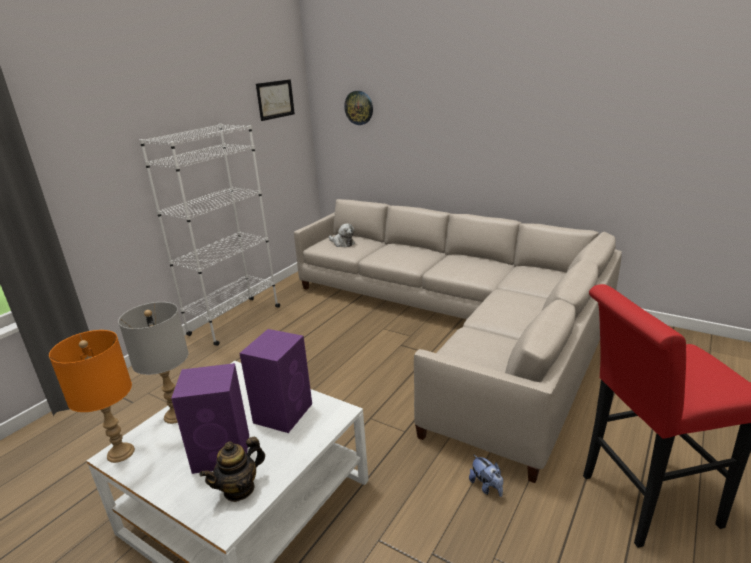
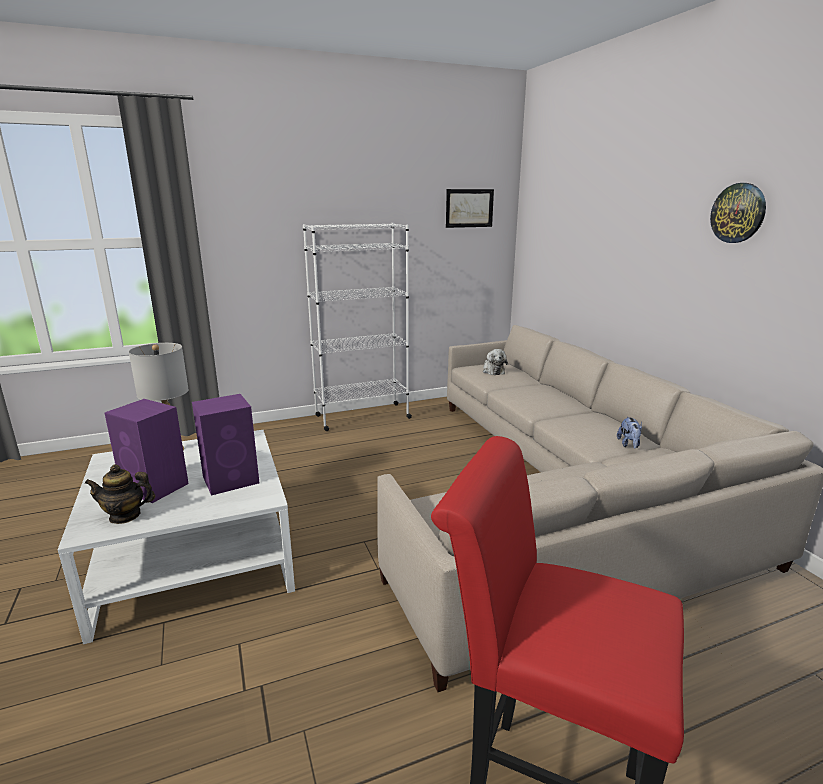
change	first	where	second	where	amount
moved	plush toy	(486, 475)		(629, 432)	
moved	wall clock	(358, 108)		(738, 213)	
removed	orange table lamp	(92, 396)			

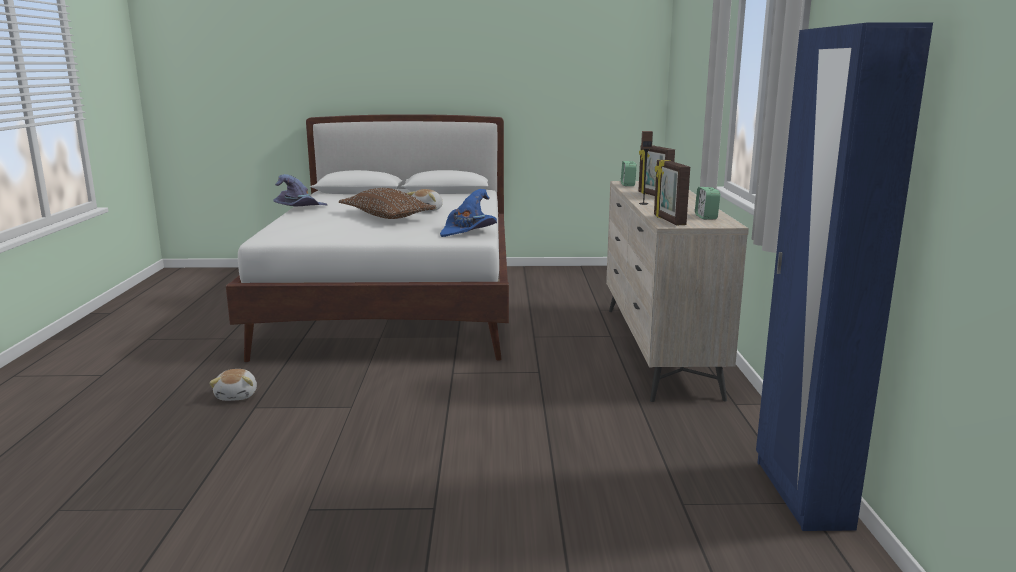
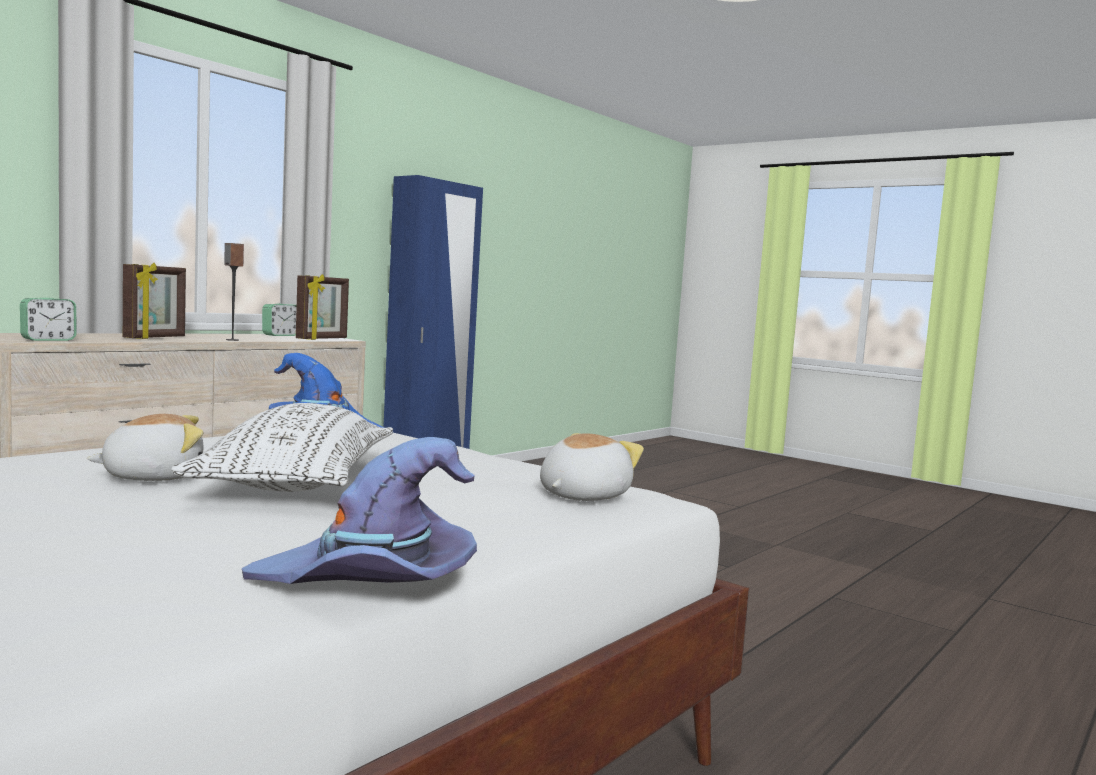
change	first	where	second	where	amount
recoloured	brown pillow	(388, 203)	white pillow	(282, 447)	
moved	plush toy	(233, 385)		(592, 467)	

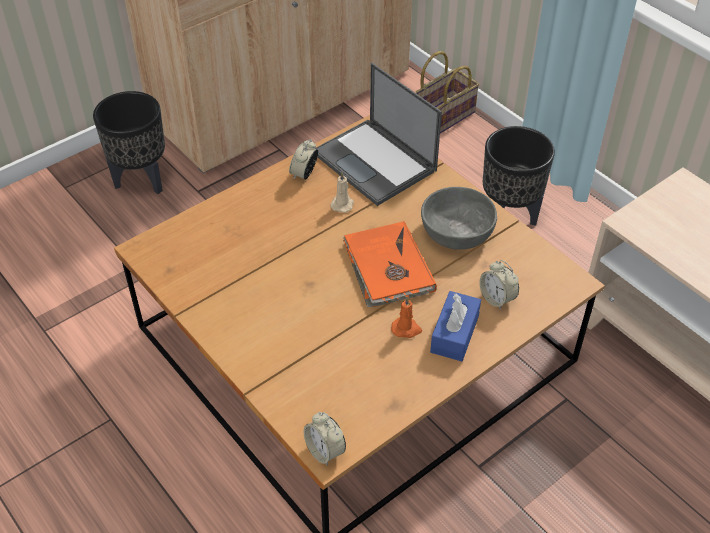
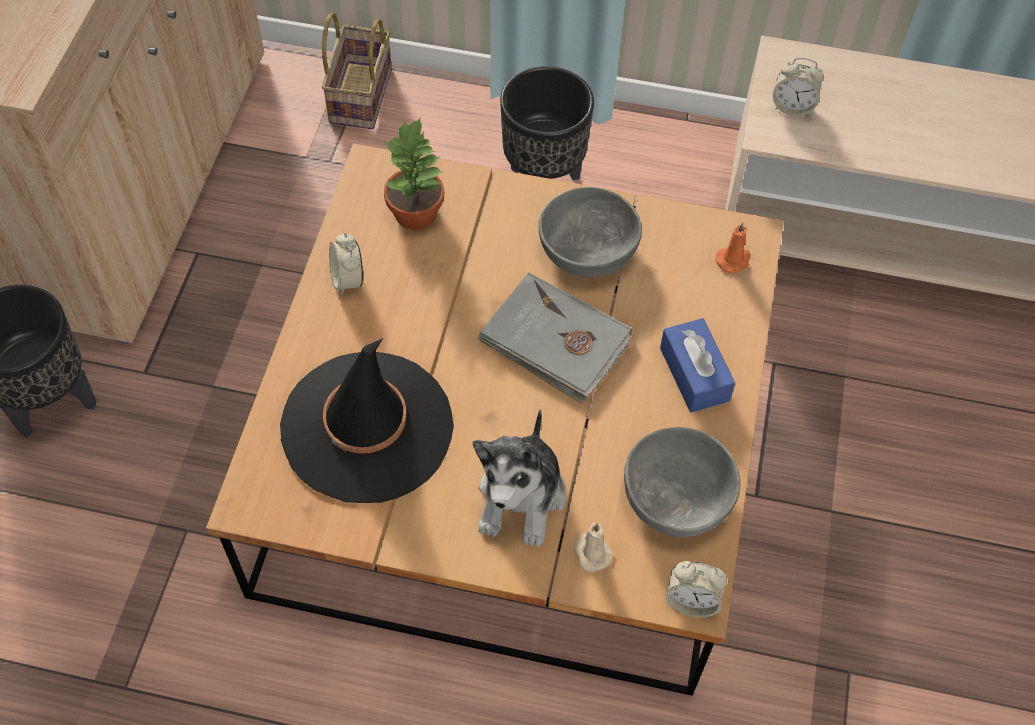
change	first	where	second	where	amount
added			black hat	(367, 420)	
replaced	laptop	(378, 134)	potted plant	(414, 174)	
added			plush toy	(519, 478)	
recoloured	orange book	(390, 264)	grey book	(555, 338)	
moved	beige candle	(342, 192)		(593, 547)	
added			grey bowl	(682, 482)	
moved	orange candle	(406, 317)		(733, 247)	
moved	alarm clock	(499, 285)		(798, 87)	

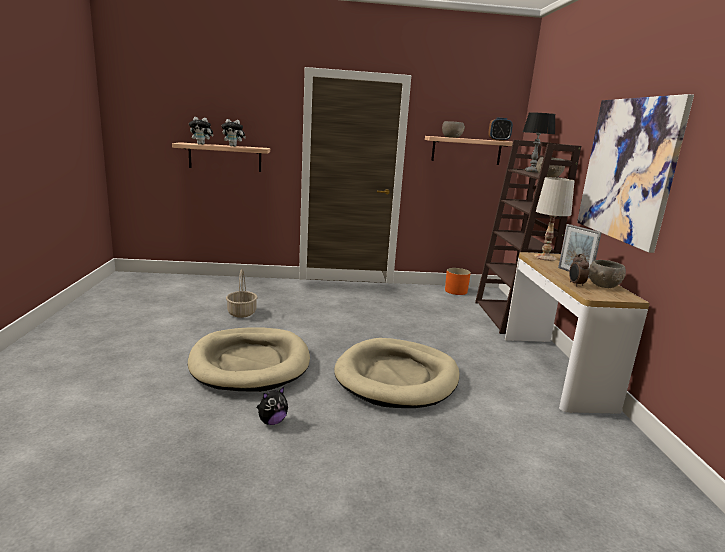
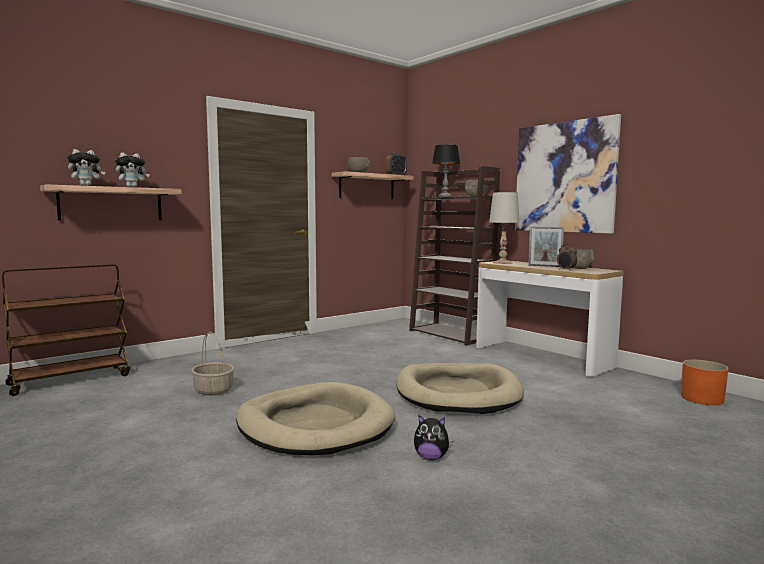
change	first	where	second	where	amount
added			brown cart	(66, 330)	
turned	plush toy	(272, 406)		(433, 437)	90 degrees clockwise
moved	orange planter	(458, 281)		(704, 382)	

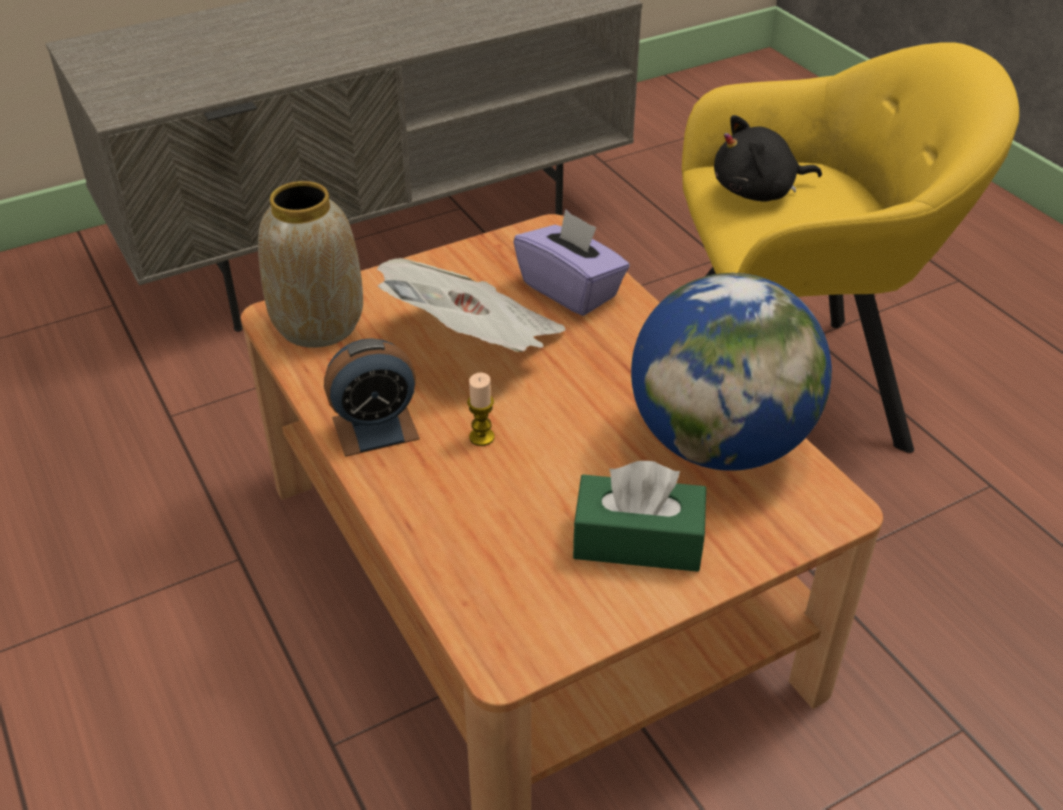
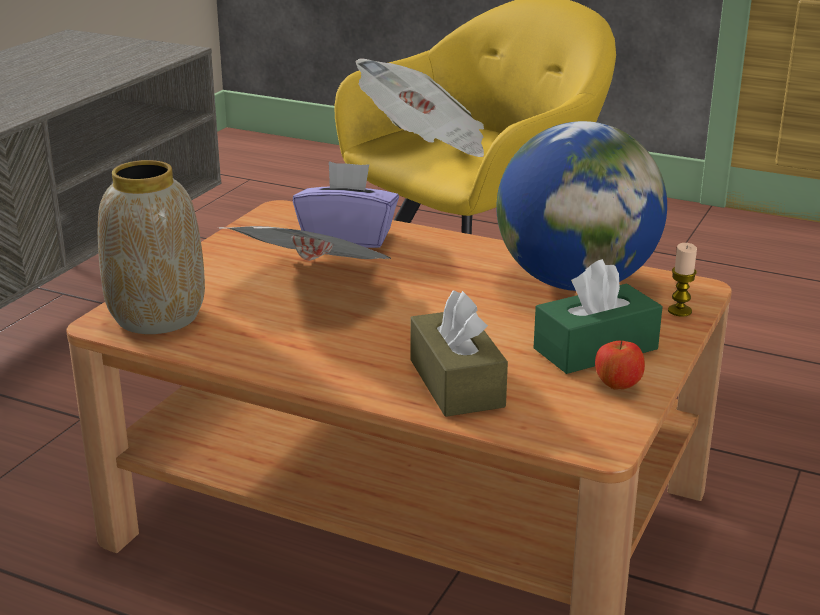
change	first	where	second	where	amount
replaced	black plush toy	(768, 158)	newspaper	(419, 107)	
added			brown tissue box	(459, 353)	
added			apple	(620, 365)	
moved	candle	(481, 409)		(682, 280)	
removed	alarm clock	(372, 397)			

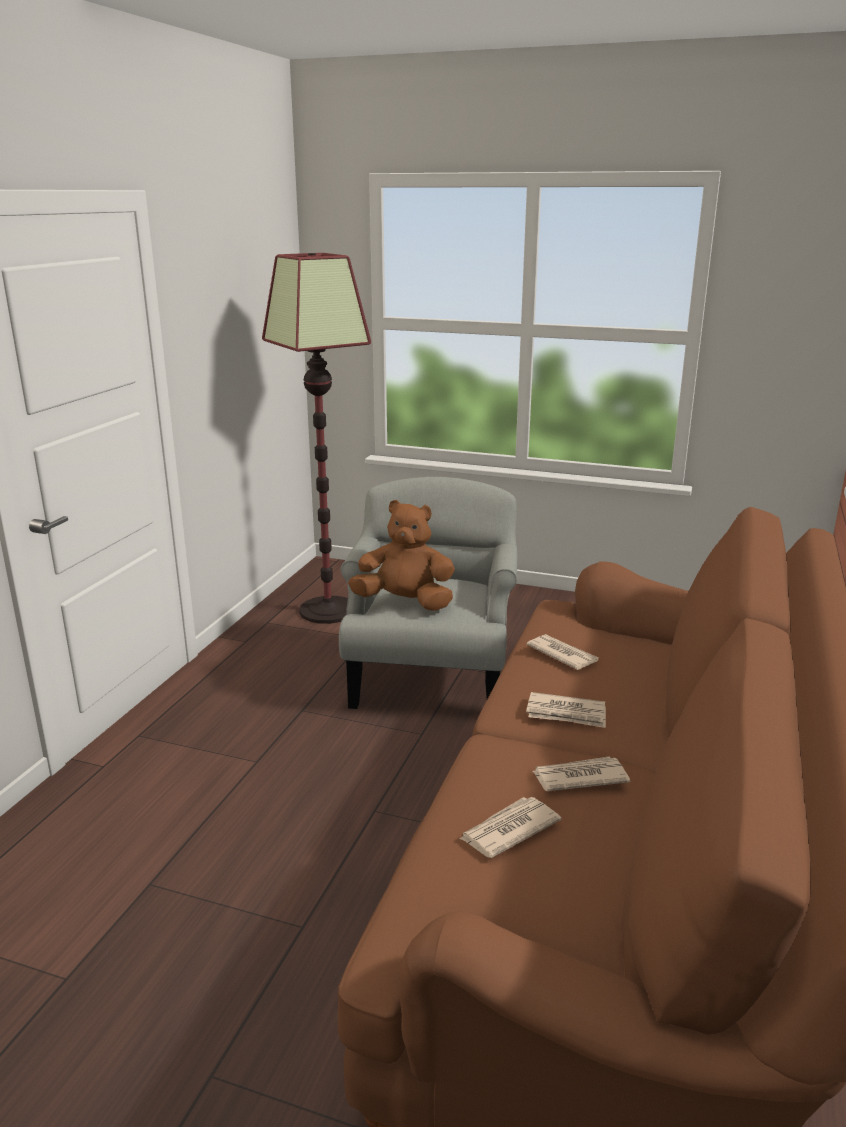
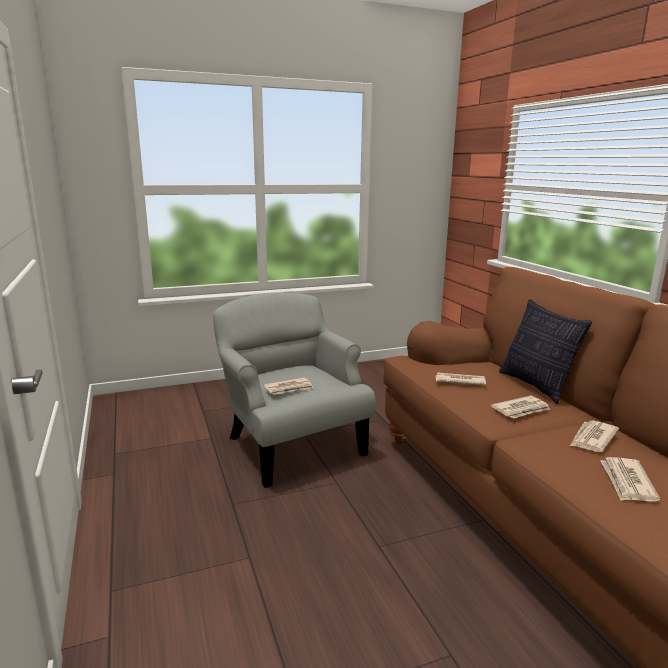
change	first	where	second	where	amount
replaced	brown plush toy	(401, 555)	newspaper	(289, 386)	
added			pillow	(545, 351)	
removed	floor lamp	(316, 438)			

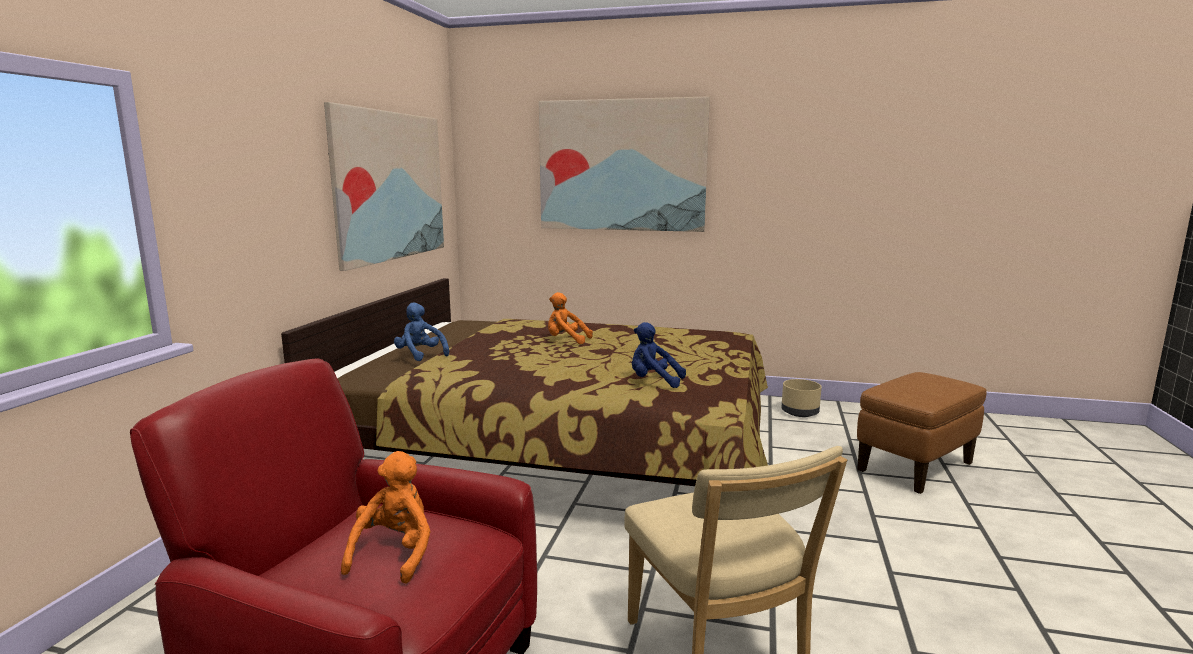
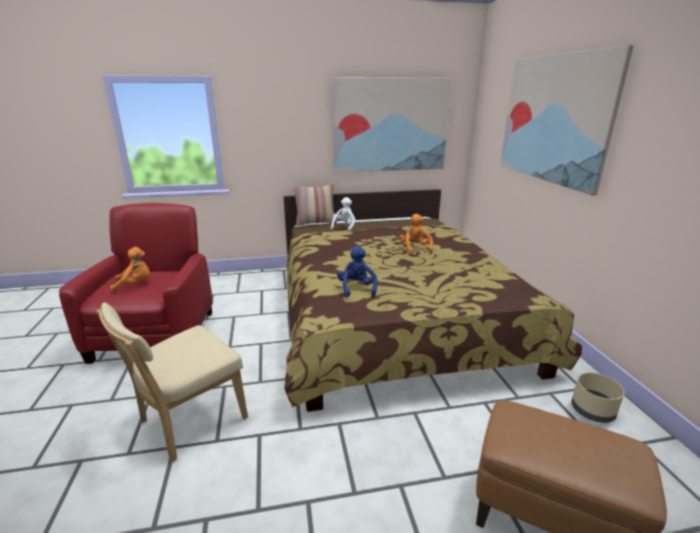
change	first	where	second	where	amount
added			pillow	(315, 205)	
recoloured	blue plush toy	(421, 331)	white plush toy	(343, 215)	

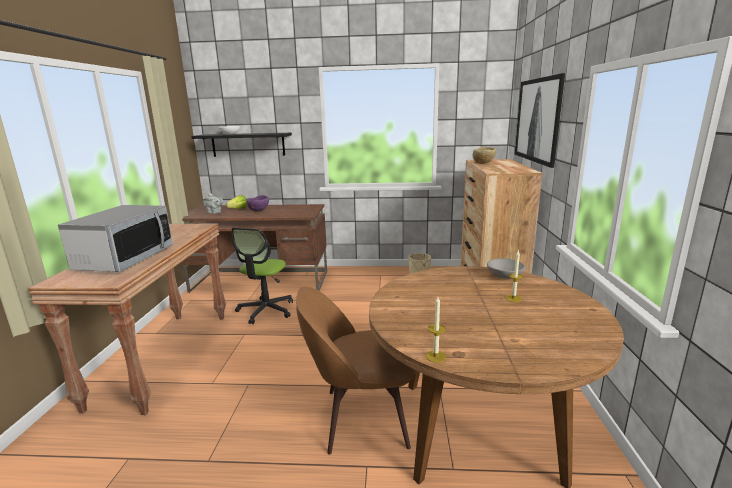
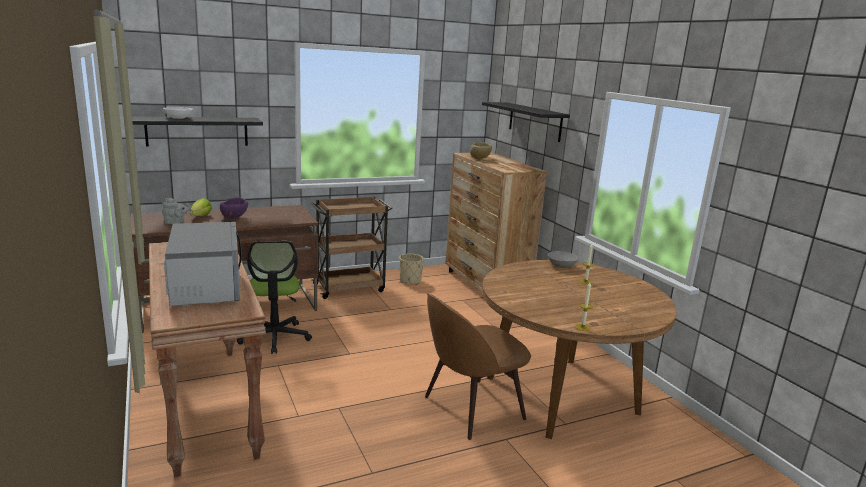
change	first	where	second	where	amount
added			brown cart	(352, 248)	
replaced	picture	(540, 120)	black shelf	(526, 122)	

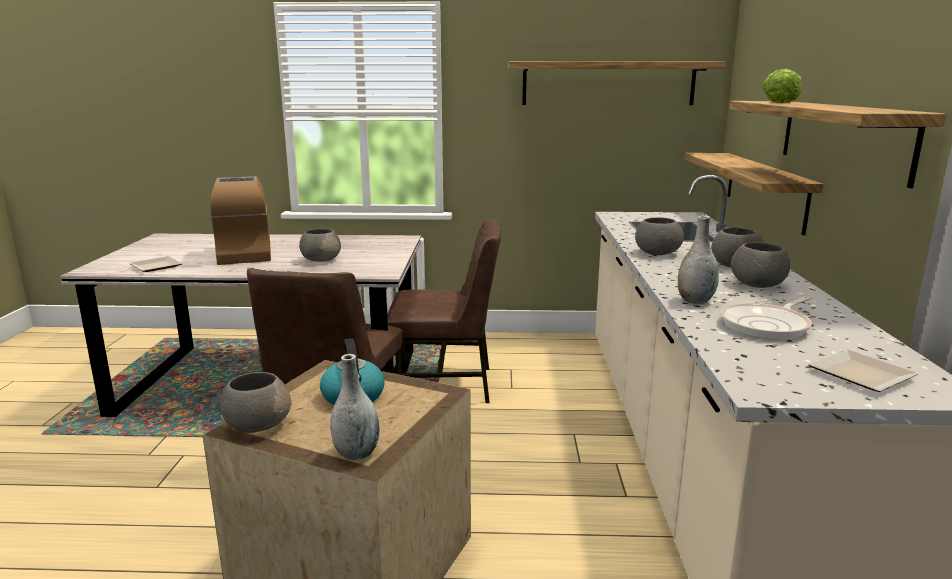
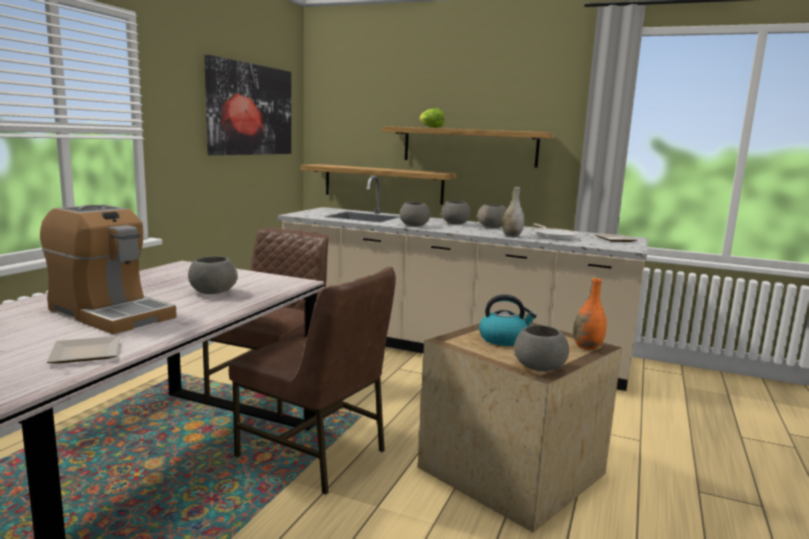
change	first	where	second	where	amount
turned	coffee machine	(240, 220)		(108, 269)	150 degrees counterclockwise
replaced	shelf	(617, 83)	picture	(247, 105)	
recoloured	grey vase	(355, 407)	orange vase	(590, 314)	

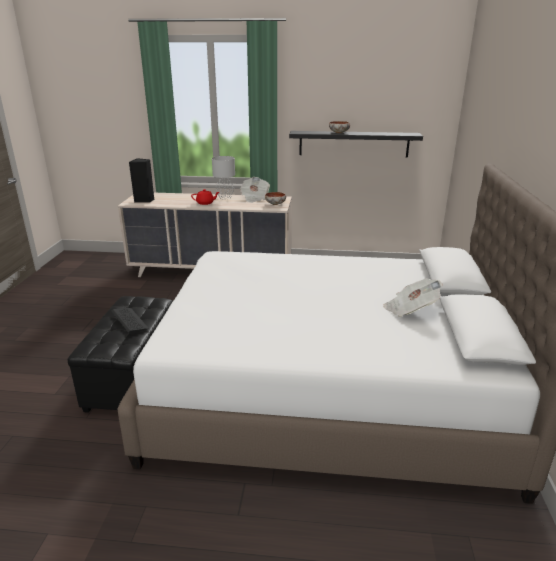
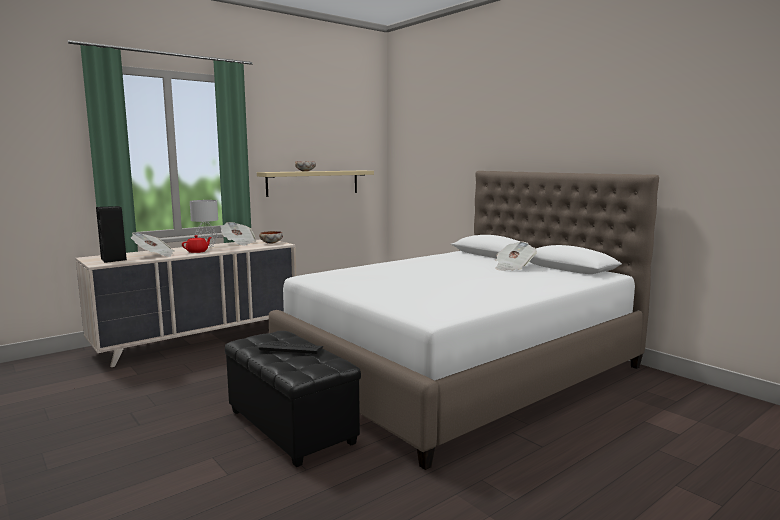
change	first	where	second	where	amount
added			newspaper	(152, 244)	
recoloured	black shelf	(356, 144)	beige shelf	(315, 184)	

